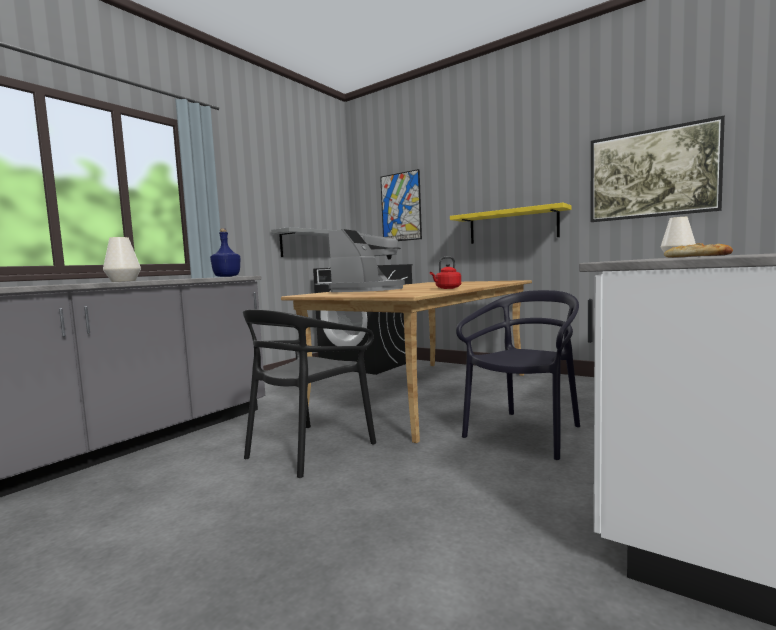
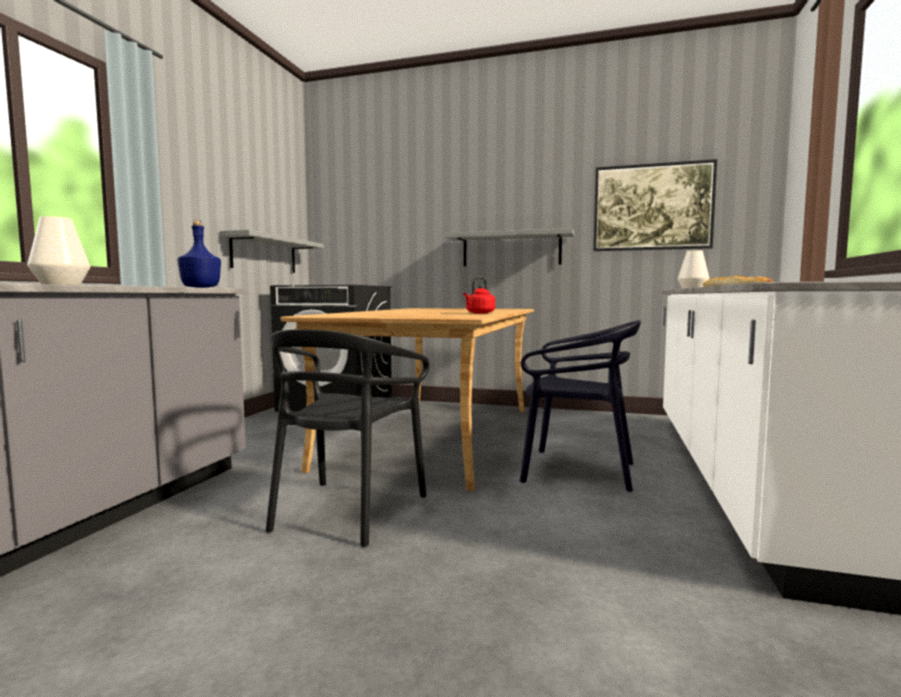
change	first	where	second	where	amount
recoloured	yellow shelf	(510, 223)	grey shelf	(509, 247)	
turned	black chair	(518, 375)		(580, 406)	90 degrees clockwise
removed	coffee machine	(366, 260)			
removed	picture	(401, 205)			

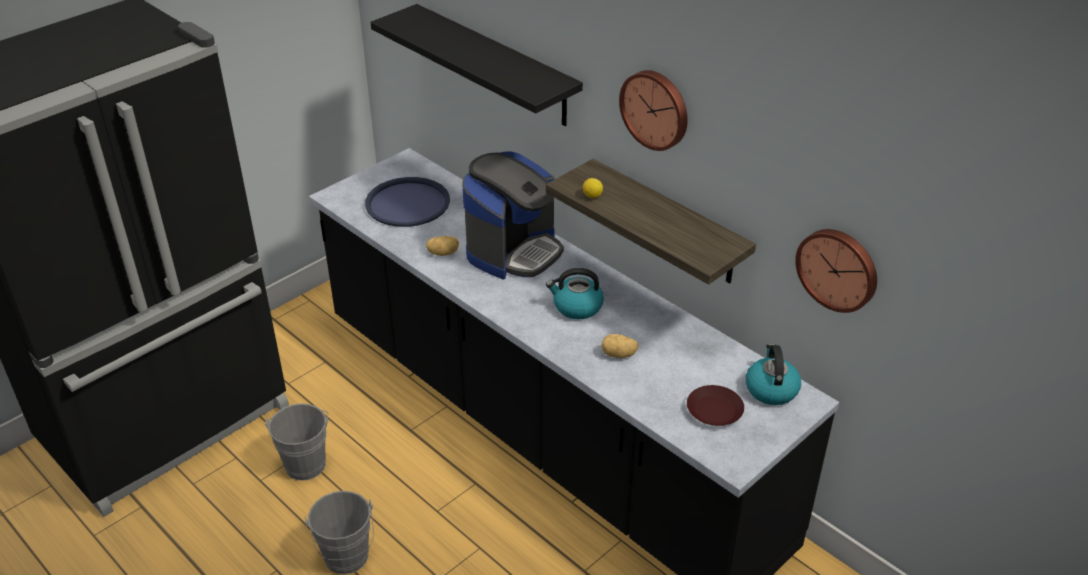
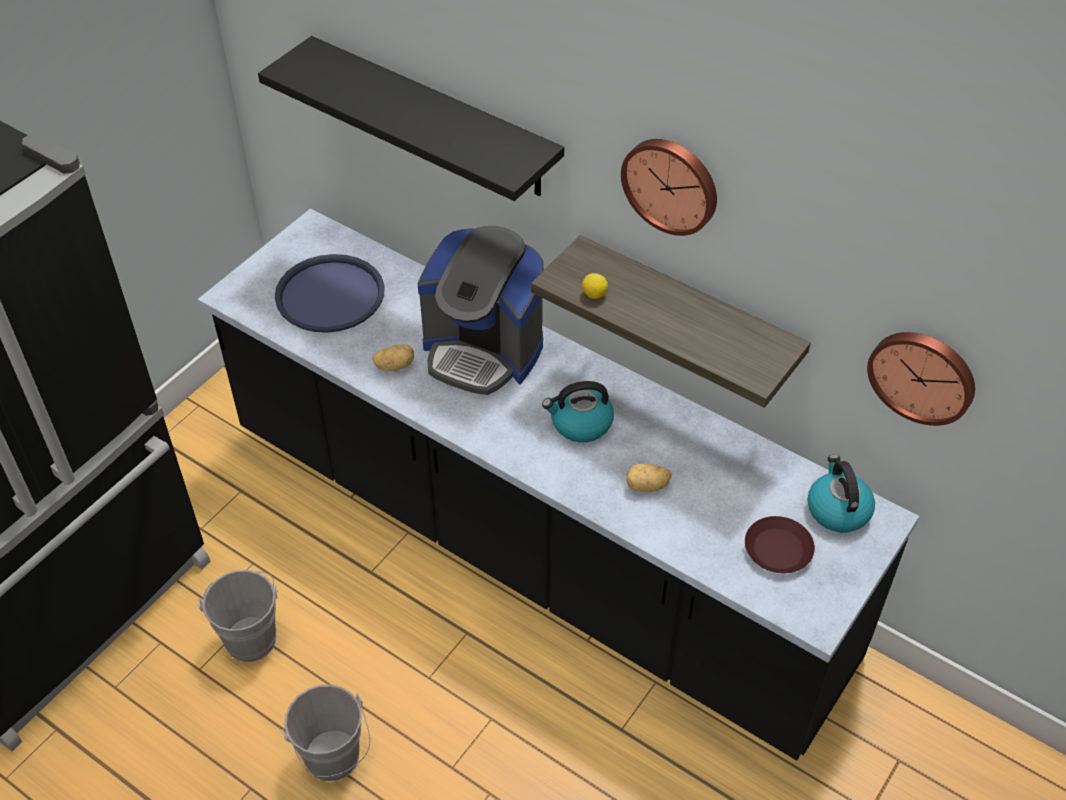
change	first	where	second	where	amount
turned	coffee machine	(513, 216)		(480, 310)	90 degrees clockwise

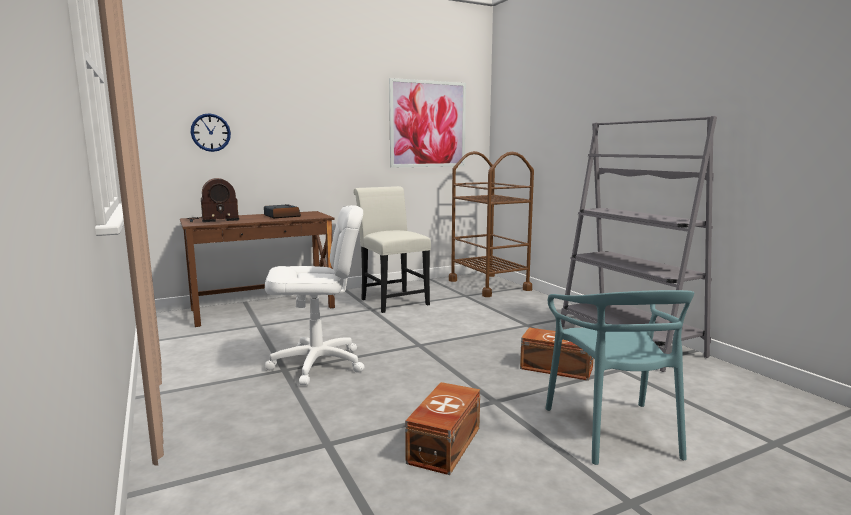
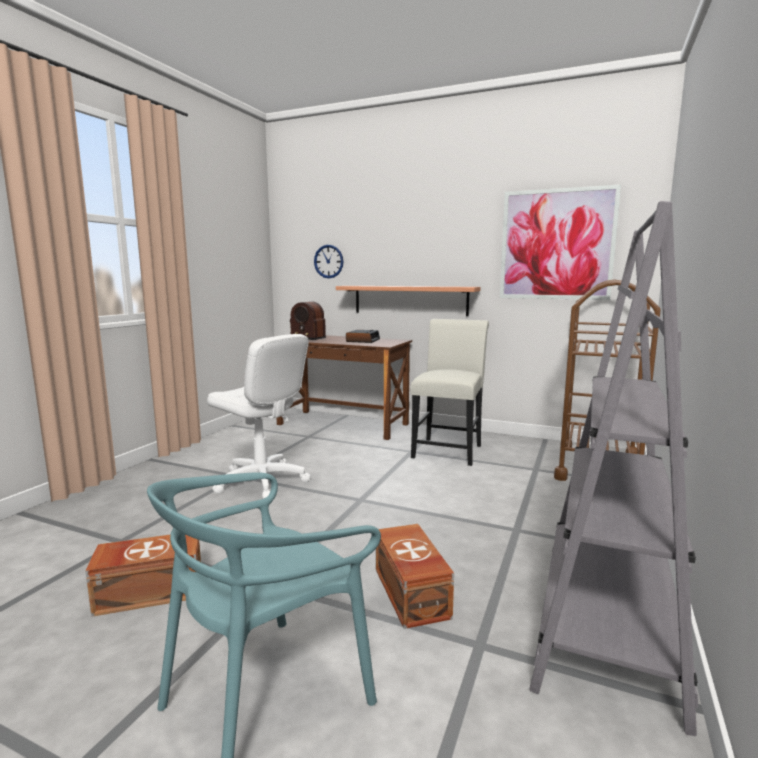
change	first	where	second	where	amount
added			shelf	(408, 301)	

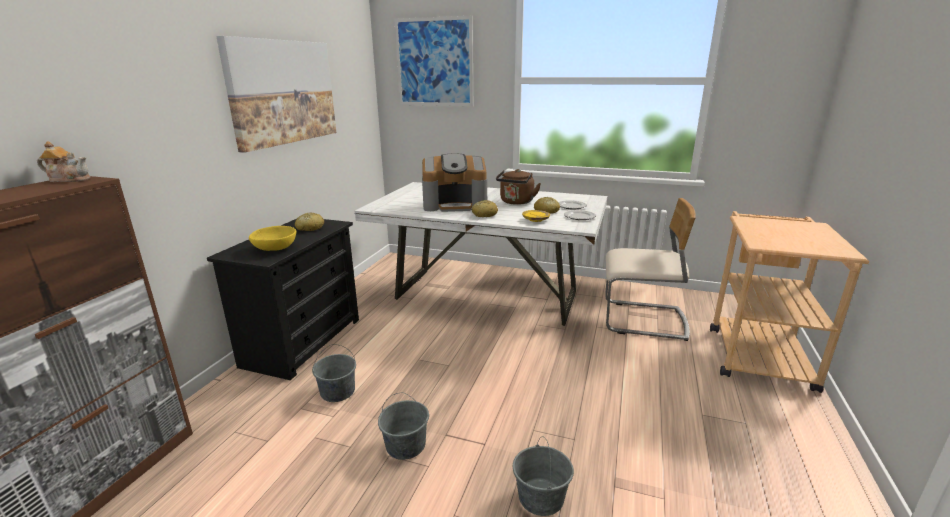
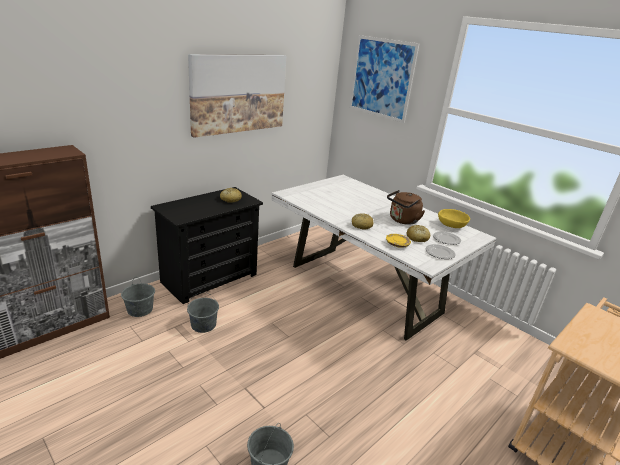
change	first	where	second	where	amount
moved	grey bucket	(403, 426)		(138, 297)	
moved	yellow bowl	(272, 238)		(454, 218)	
removed	teapot	(63, 161)			
removed	coffee machine	(454, 183)			
removed	beige chair	(650, 269)			

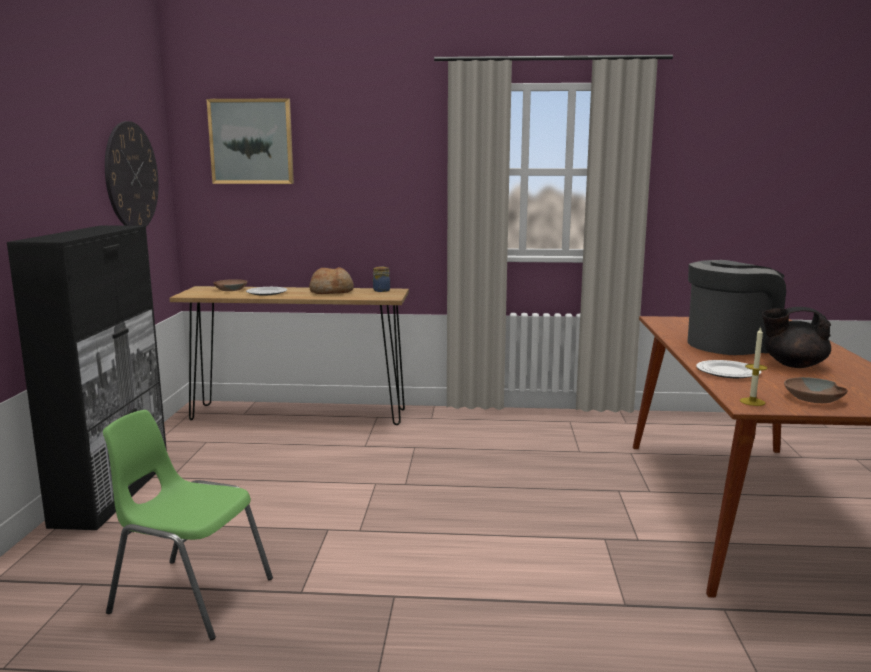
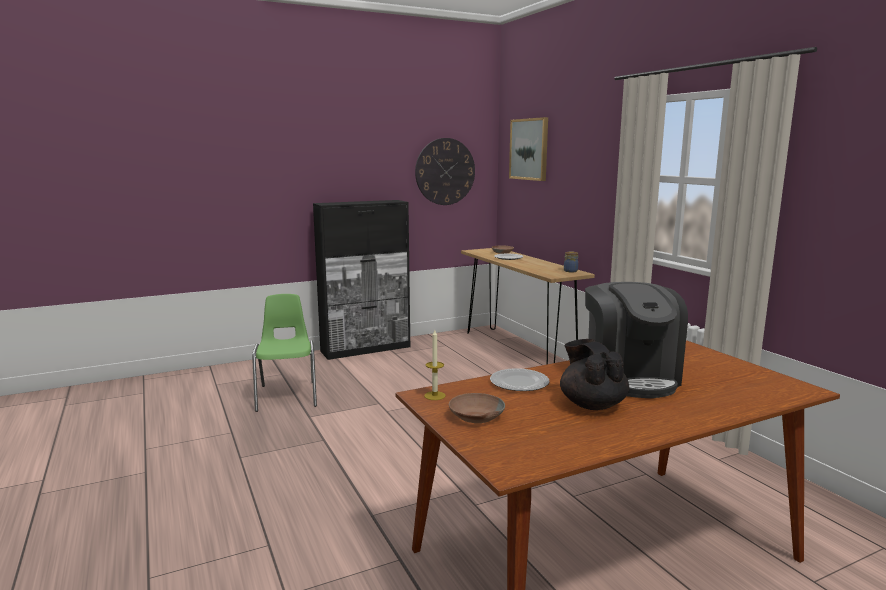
change	first	where	second	where	amount
turned	coffee machine	(736, 307)		(636, 340)	45 degrees clockwise
removed	bread	(331, 280)			

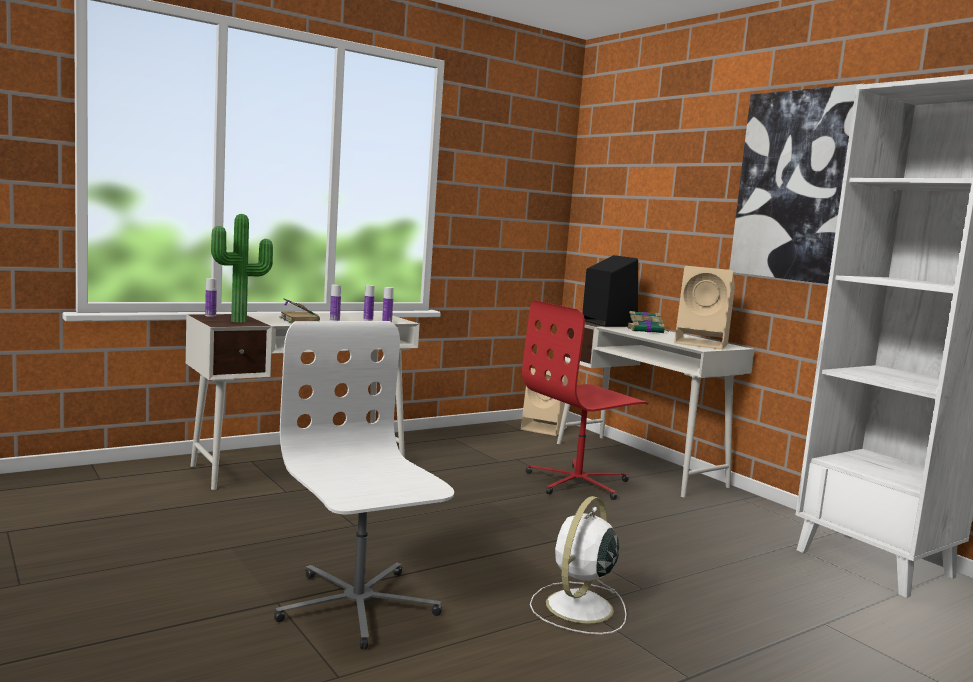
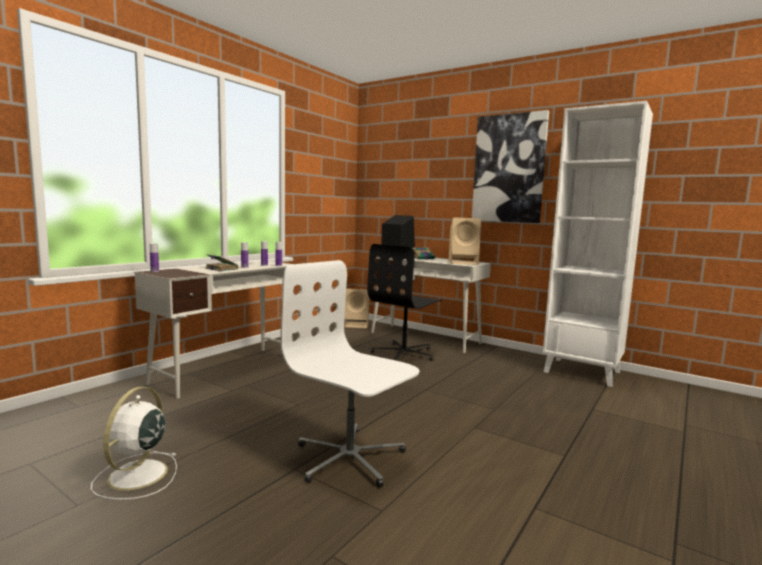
change	first	where	second	where	amount
moved	white fan	(578, 565)		(134, 443)	
recoloured	red office chair	(585, 400)	black office chair	(404, 302)	
removed	potted plant	(242, 268)			

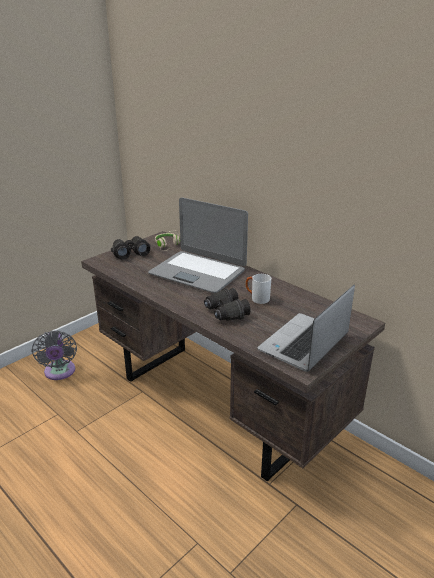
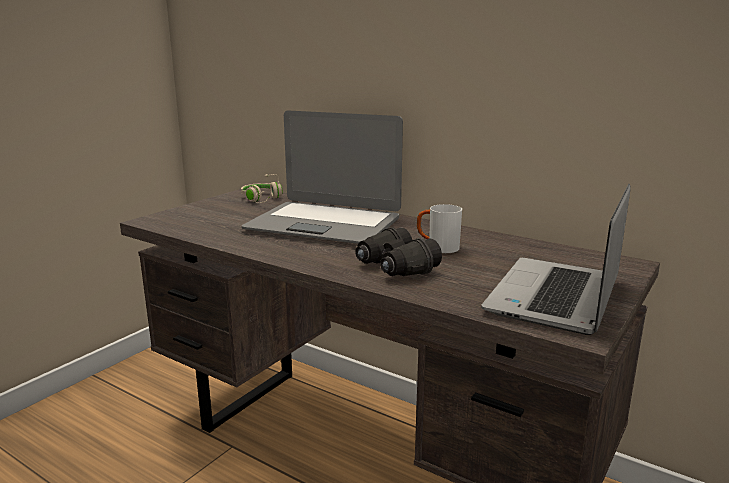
change	first	where	second	where	amount
removed	grey fan	(54, 355)			
removed	black binoculars	(130, 248)			

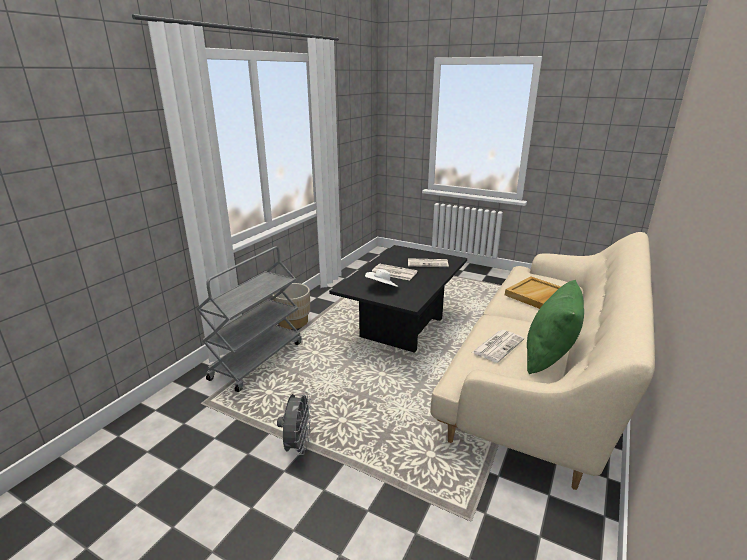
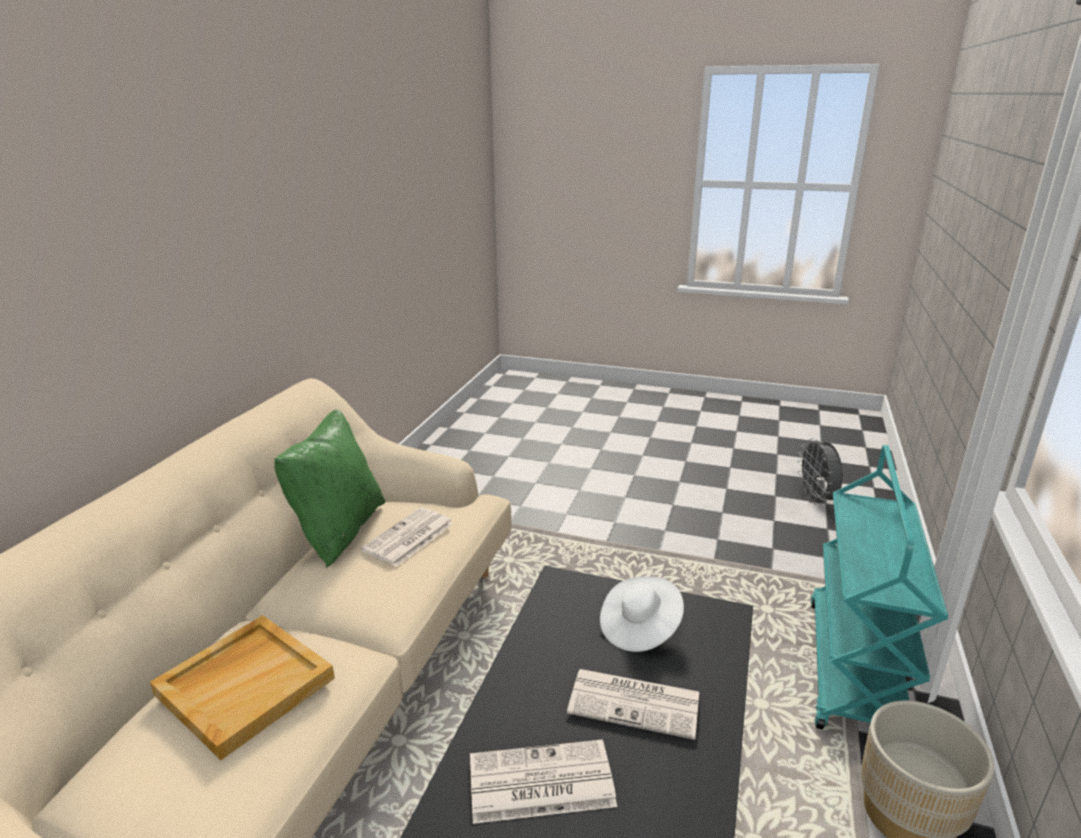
change	first	where	second	where	amount
moved	grey fan	(294, 423)		(820, 471)	
recoloured	grey cart	(249, 319)	turquoise cart	(879, 587)	

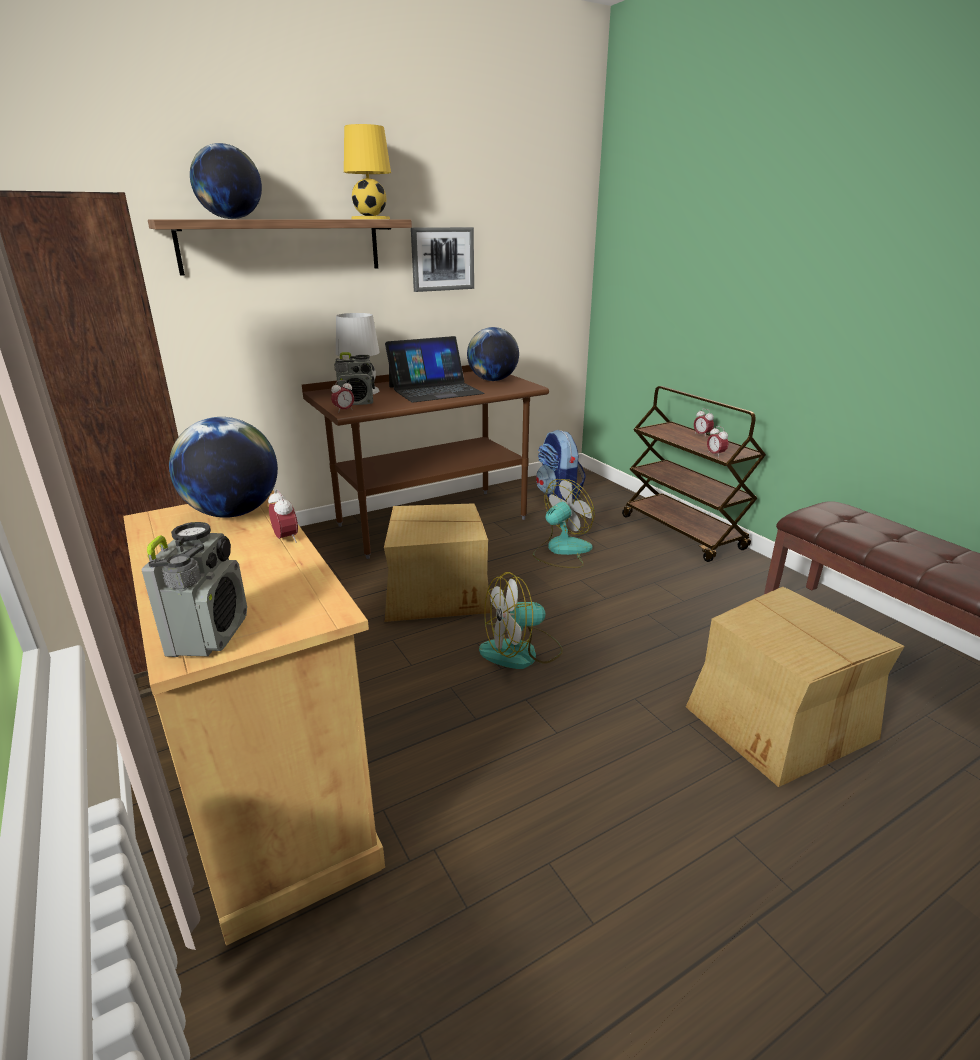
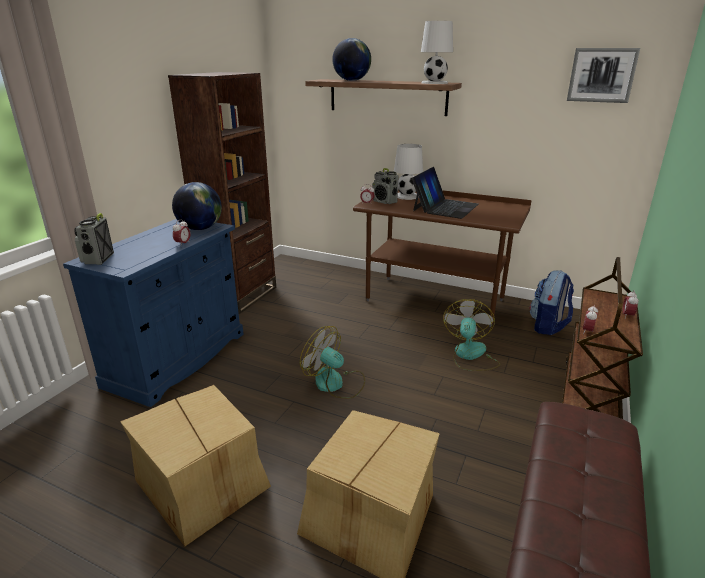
change	first	where	second	where	amount
recoloured	beige cabinet	(254, 718)	blue cabinet	(153, 313)	
turned	radio	(194, 589)		(94, 239)	120 degrees clockwise
moved	cardboard box	(437, 562)		(195, 465)	
turned	laptop	(435, 369)		(445, 193)	90 degrees counterclockwise
recoloured	yellow table lamp	(367, 171)	white table lamp	(437, 52)	
turned	fan	(564, 523)		(471, 335)	90 degrees counterclockwise
moved	picture	(442, 259)		(603, 75)	
removed	globe	(493, 354)			

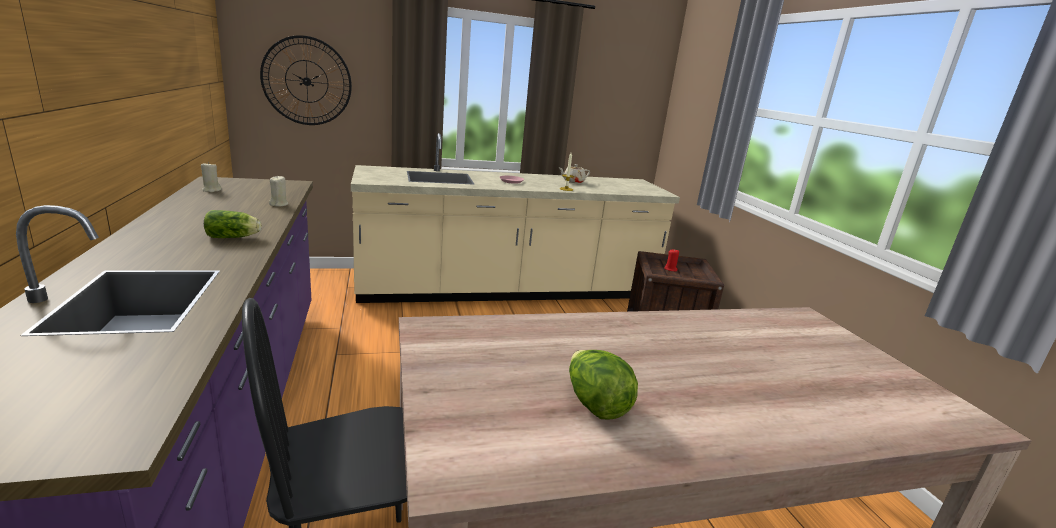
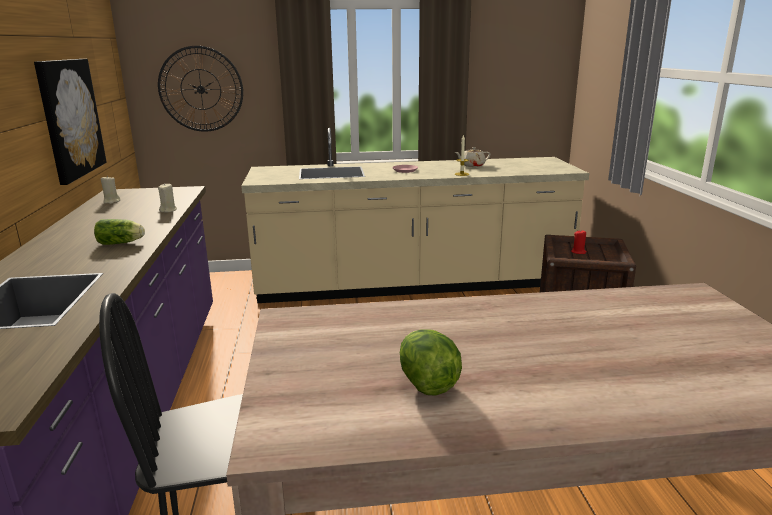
change	first	where	second	where	amount
added			picture	(70, 122)	

